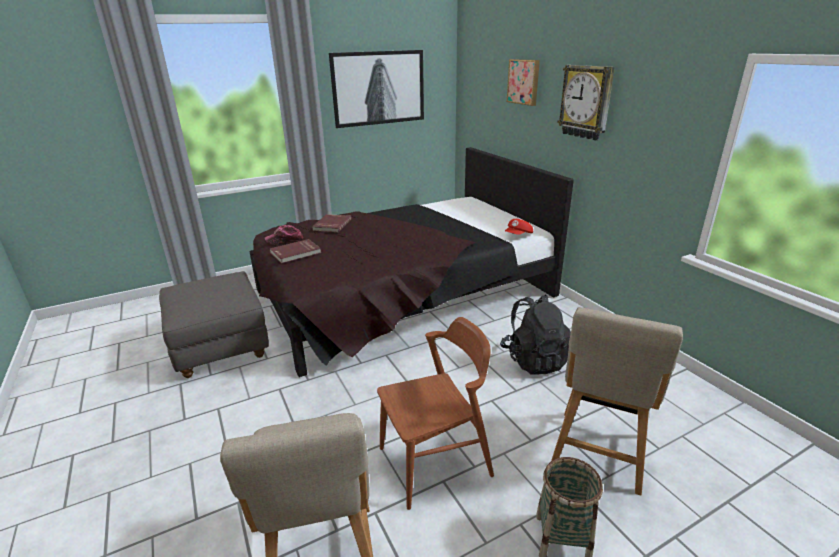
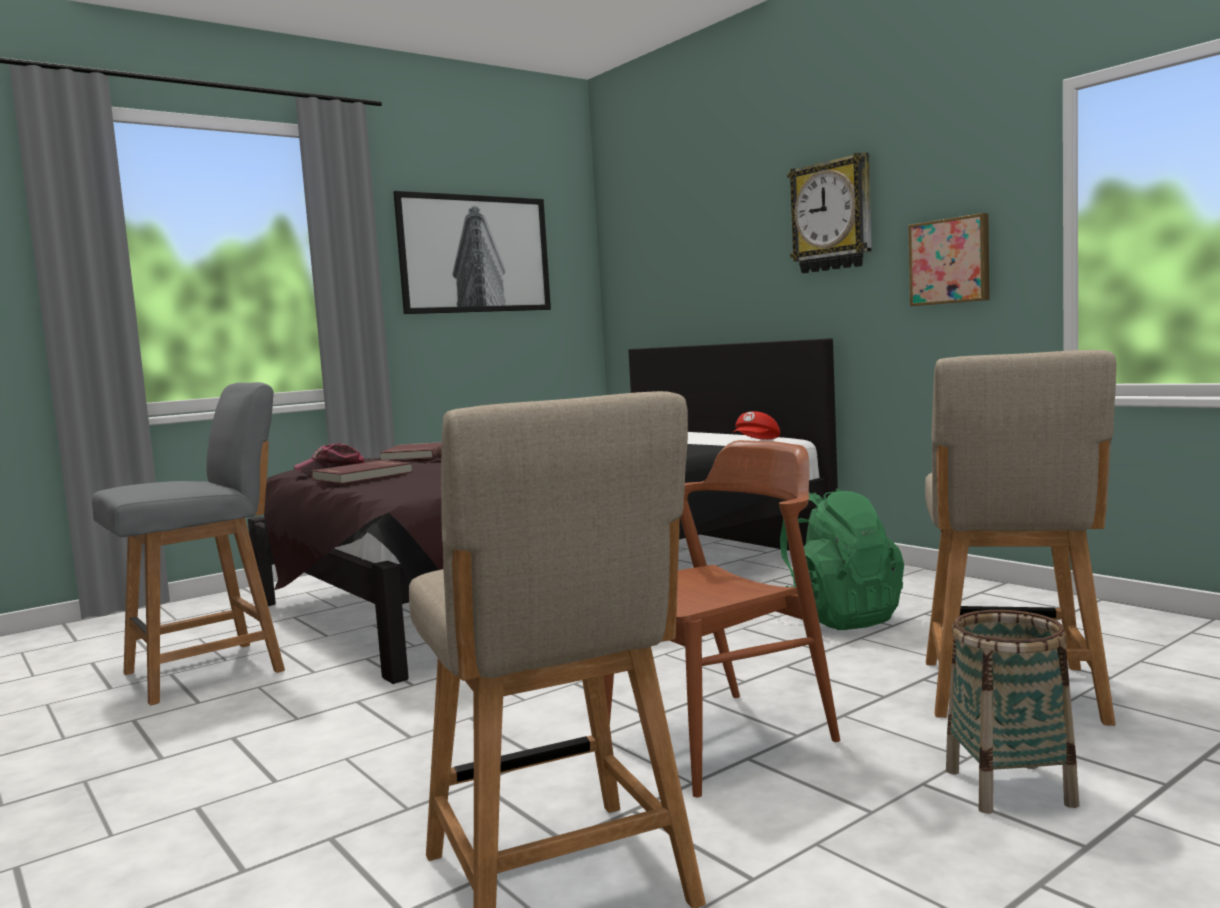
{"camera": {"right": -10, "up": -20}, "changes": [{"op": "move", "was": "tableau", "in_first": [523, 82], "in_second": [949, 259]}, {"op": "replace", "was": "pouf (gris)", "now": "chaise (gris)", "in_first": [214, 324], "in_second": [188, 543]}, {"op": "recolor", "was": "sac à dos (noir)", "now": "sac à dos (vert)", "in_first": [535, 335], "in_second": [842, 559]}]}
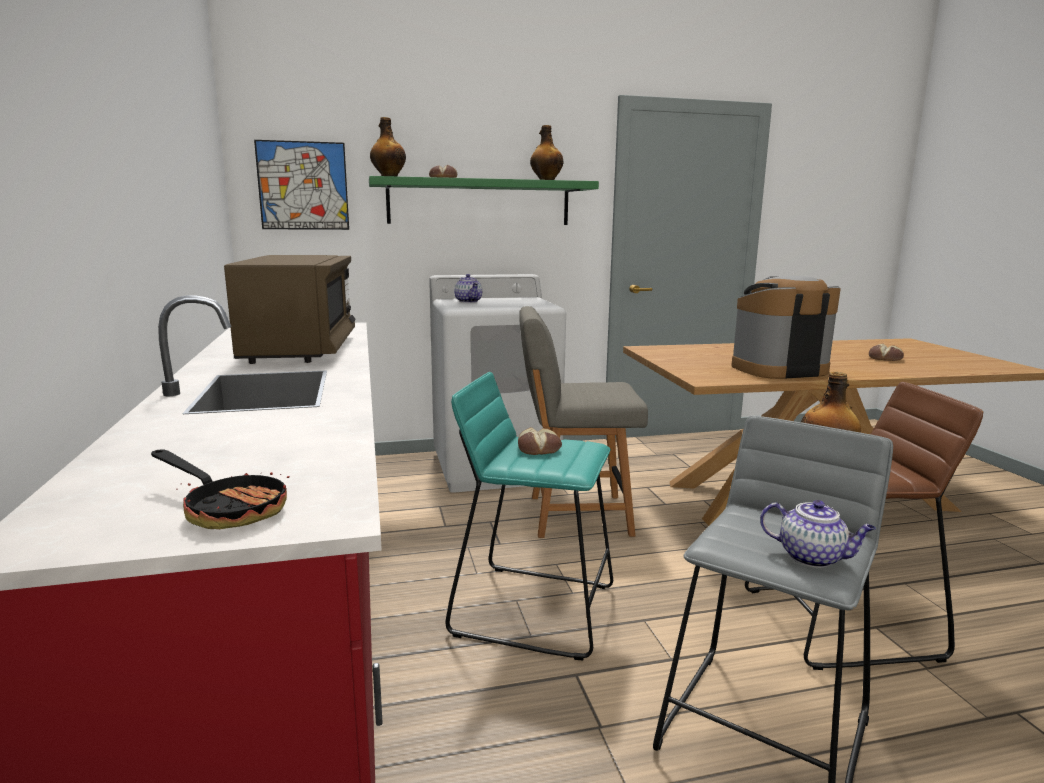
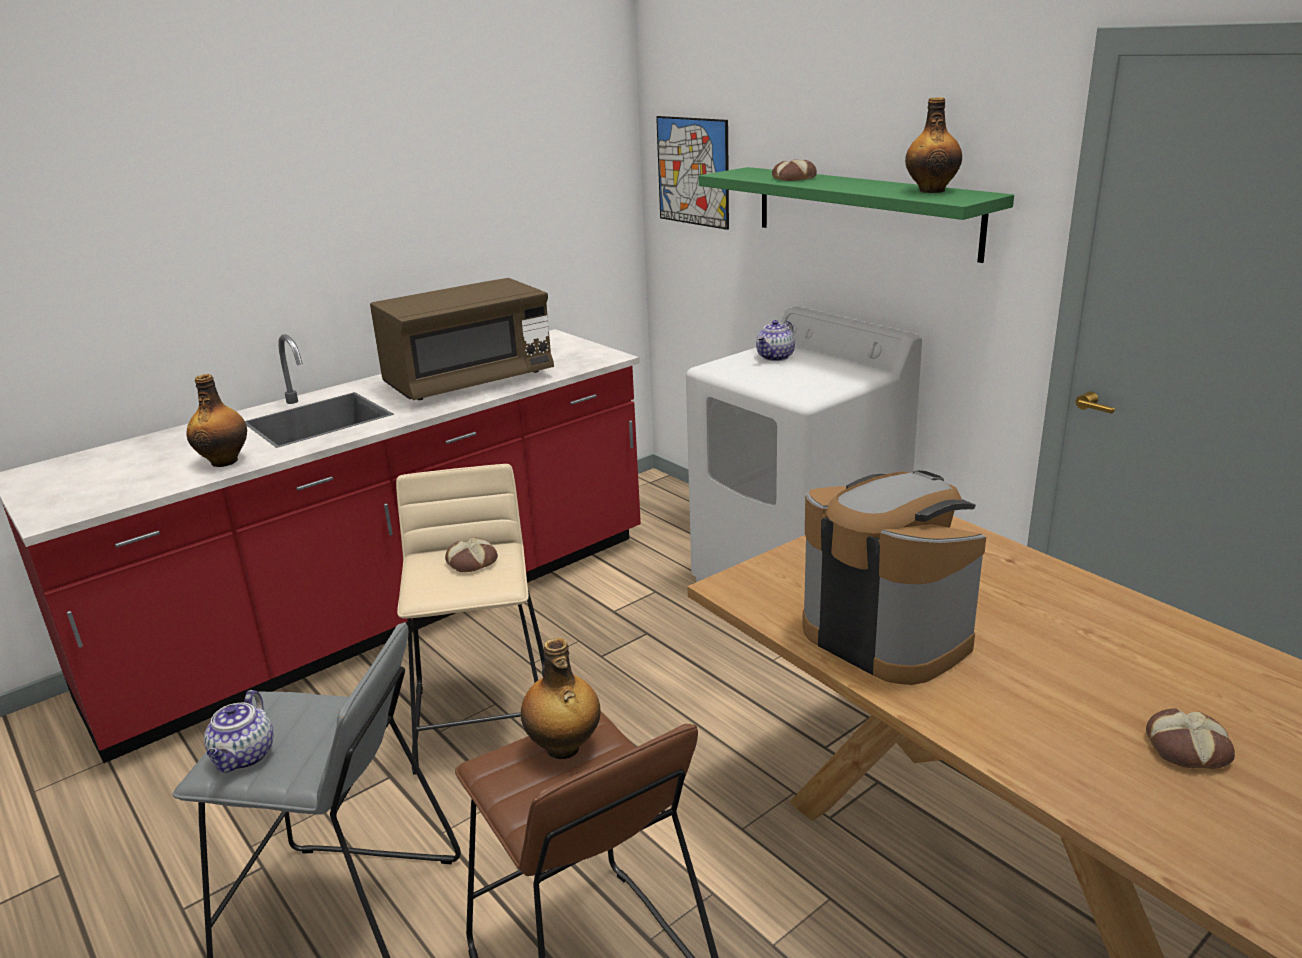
{"camera": {"right": 65, "up": 10}, "changes": [{"op": "move", "was": "bouteille", "in_first": [388, 146], "in_second": [216, 420]}, {"op": "delete", "was": "chaise (gris)", "in_first": [583, 422]}, {"op": "recolor", "was": "tabouret (turquoise)", "now": "tabouret (beige)", "in_first": [529, 516], "in_second": [470, 619]}, {"op": "delete", "was": "poêle", "in_first": [220, 489]}]}
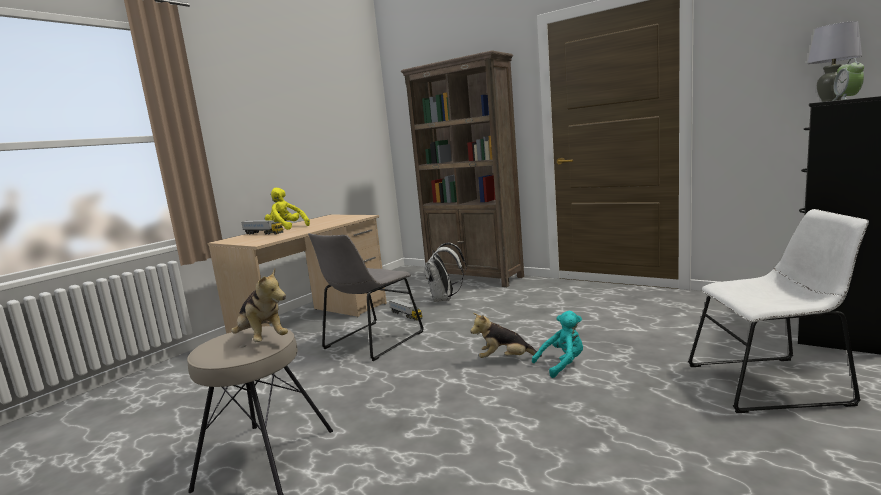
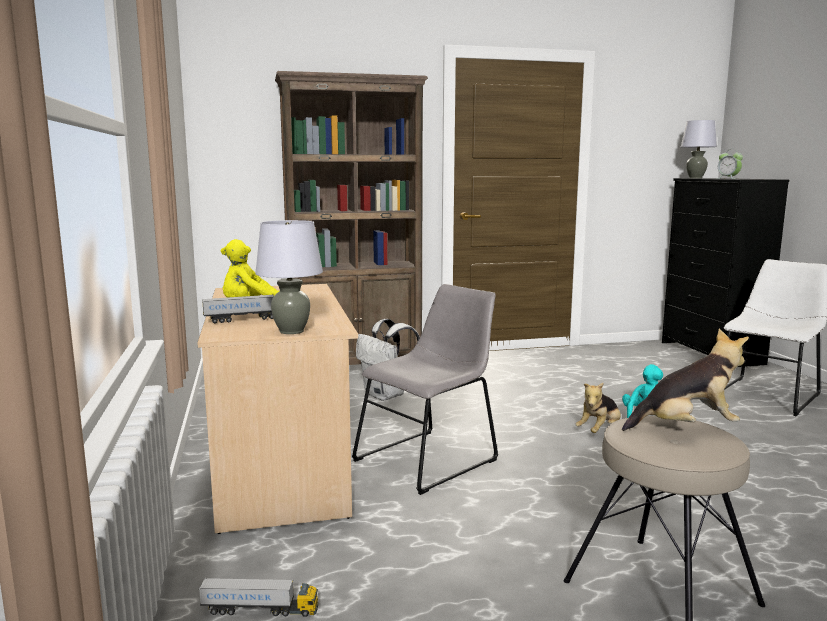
{"camera": {"right": -50, "up": 0}, "changes": [{"op": "rotate", "was": "chaise (gris)", "in_first": [366, 297], "in_second": [425, 389], "clockwise": -120}, {"op": "move", "was": "camion jouet", "in_first": [405, 310], "in_second": [258, 597]}, {"op": "insert", "now": "lampe de table (gris)", "in_second": [289, 277]}]}
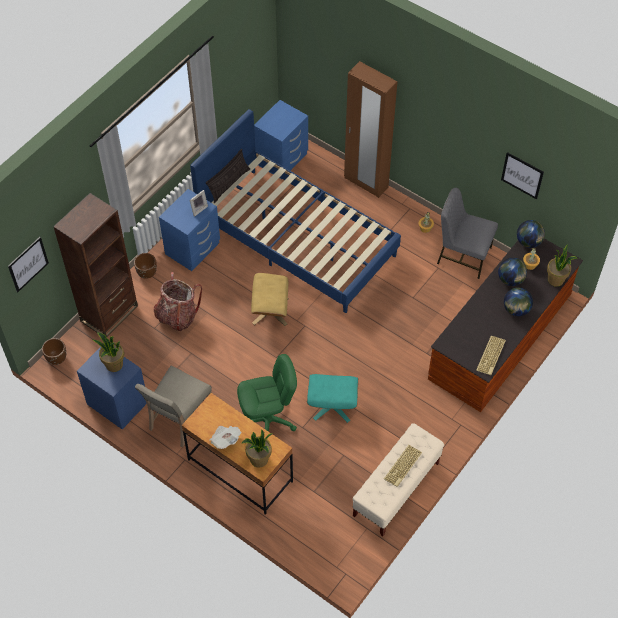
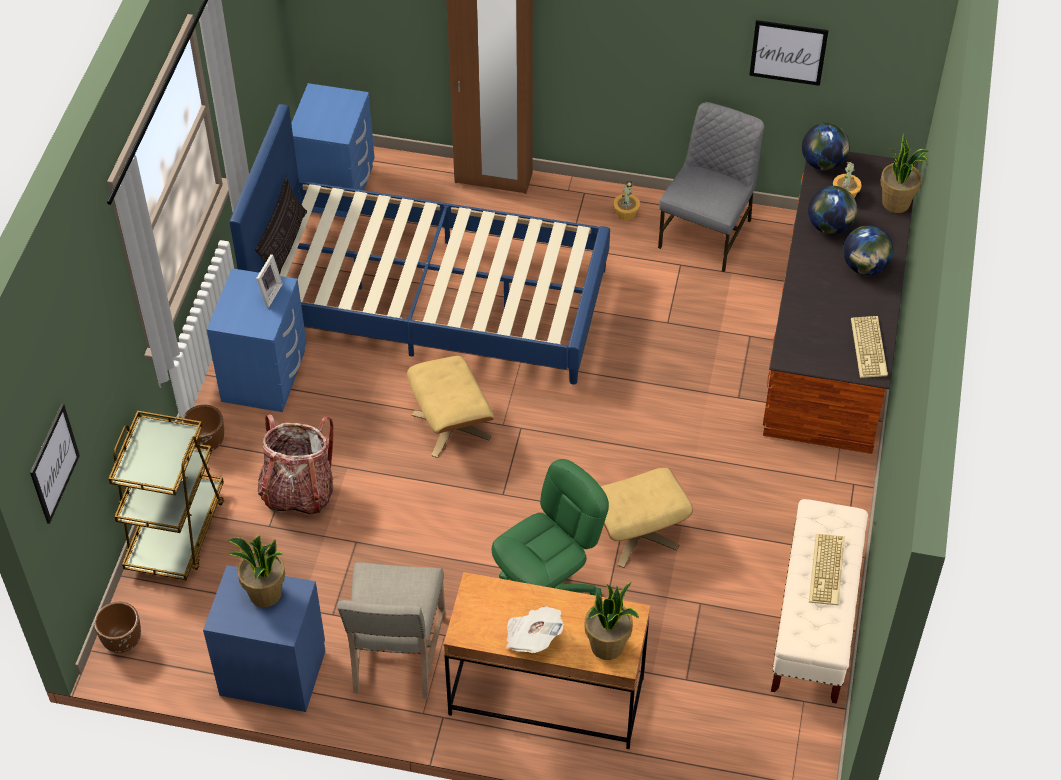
{"camera": {"right": -25, "up": -5}, "changes": [{"op": "rotate", "was": "chaise (gris)", "in_first": [467, 233], "in_second": [711, 187], "clockwise": 120}, {"op": "replace", "was": "bibliothèque (marron)", "now": "chariot (marron)", "in_first": [95, 265], "in_second": [166, 495]}, {"op": "recolor", "was": "pouf (turquoise)", "now": "pouf (beige)", "in_first": [333, 398], "in_second": [646, 518]}]}
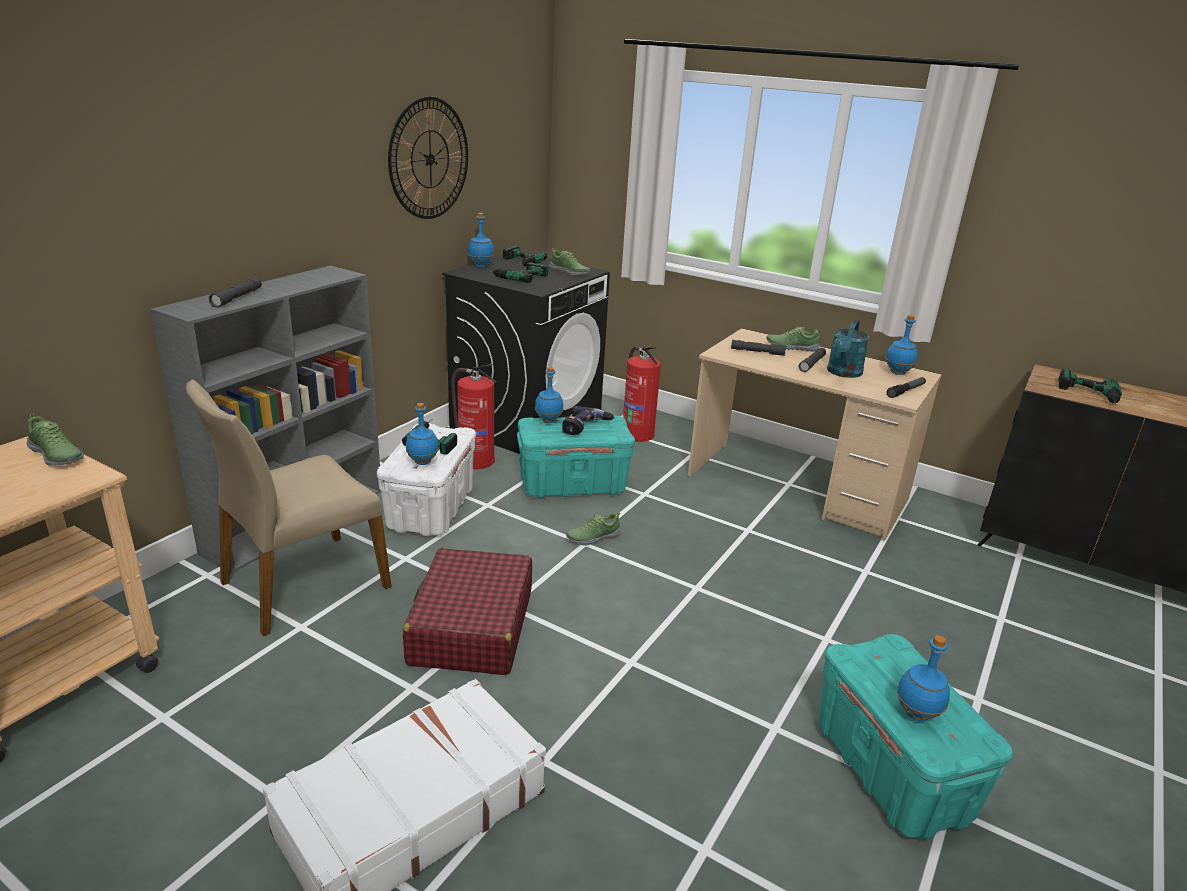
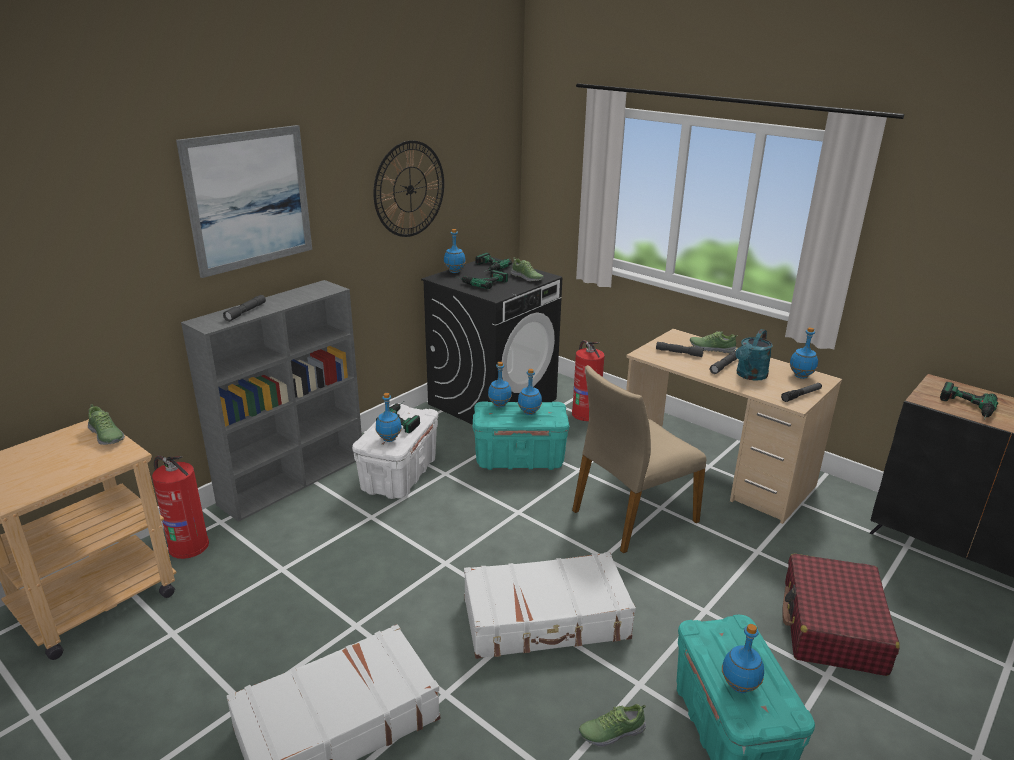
{"camera": {"right": 10, "up": 0}, "changes": [{"op": "move", "was": "extincteur", "in_first": [474, 416], "in_second": [180, 507]}, {"op": "move", "was": "chaise (beige)", "in_first": [288, 508], "in_second": [639, 459]}, {"op": "replace", "was": "perceuse", "now": "bouteille (bleu)", "in_first": [588, 420], "in_second": [530, 392]}, {"op": "move", "was": "chaussure", "in_first": [593, 529], "in_second": [612, 725]}, {"op": "move", "was": "valise (rouge)", "in_first": [467, 611], "in_second": [841, 615]}, {"op": "insert", "now": "tableau", "in_second": [244, 201]}, {"op": "insert", "now": "valise (blanc)", "in_second": [550, 605]}]}
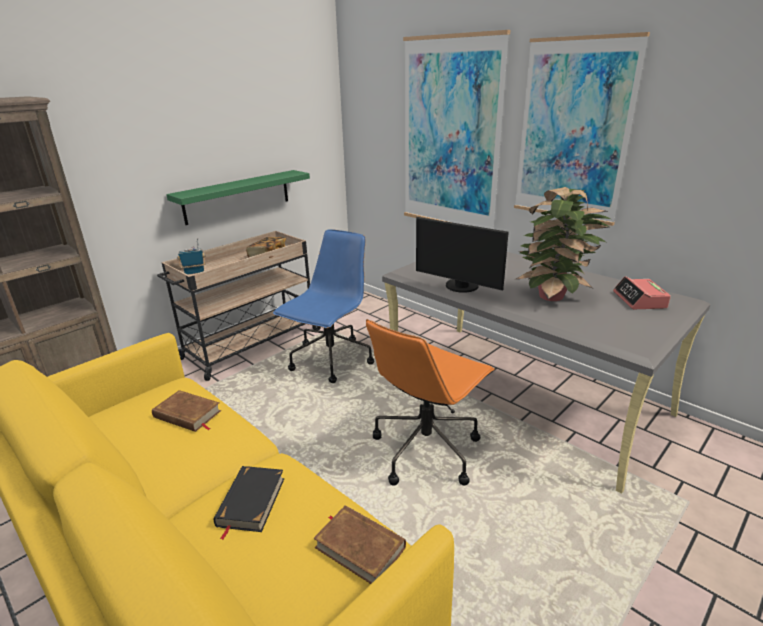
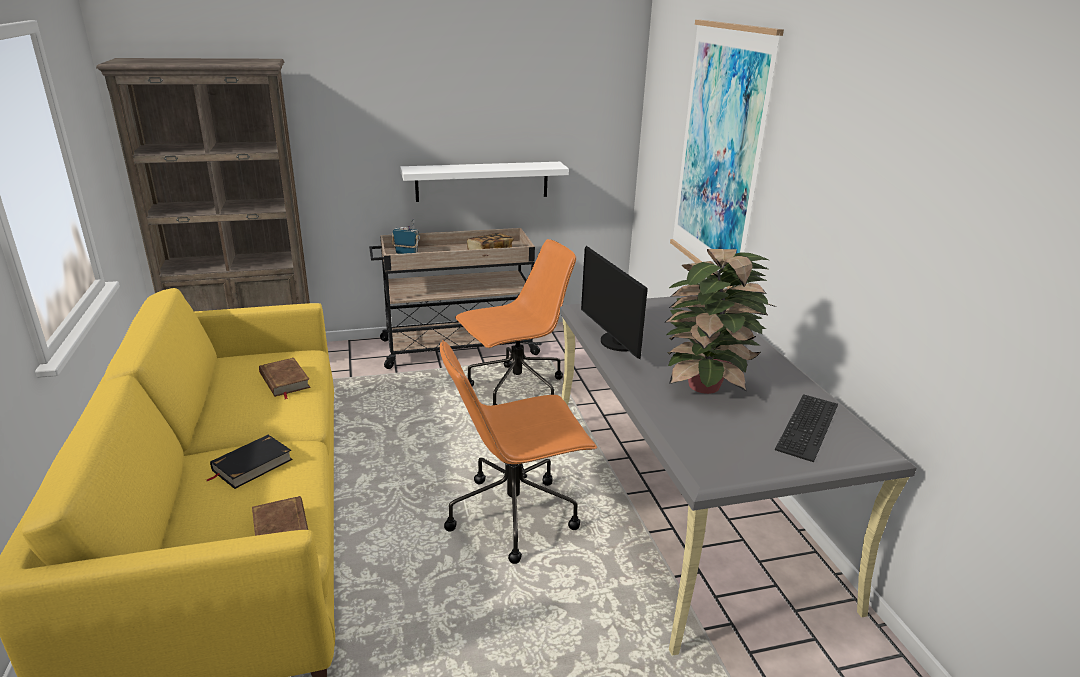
{"camera": {"right": 30, "up": 0}, "changes": [{"op": "delete", "was": "tableau", "in_first": [582, 129]}, {"op": "recolor", "was": "étagère (vert)", "now": "étagère (blanc)", "in_first": [238, 197], "in_second": [484, 182]}, {"op": "recolor", "was": "chaise de bureau (bleu)", "now": "chaise de bureau (orange)", "in_first": [323, 306], "in_second": [515, 322]}, {"op": "replace", "was": "réveil", "now": "clavier", "in_first": [642, 292], "in_second": [806, 428]}]}
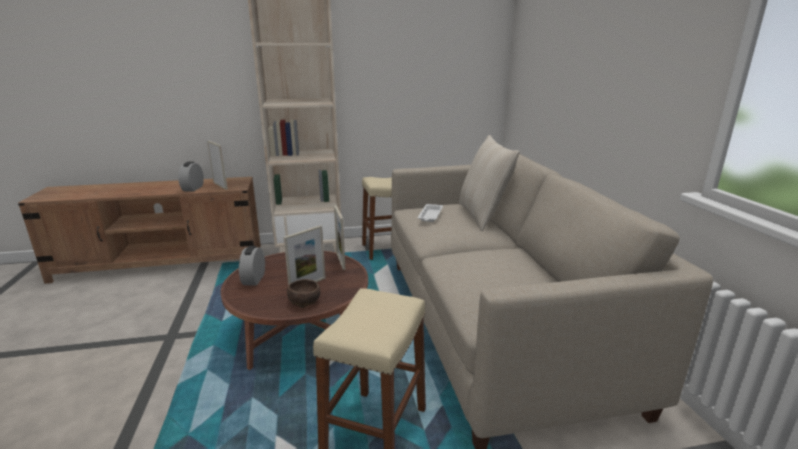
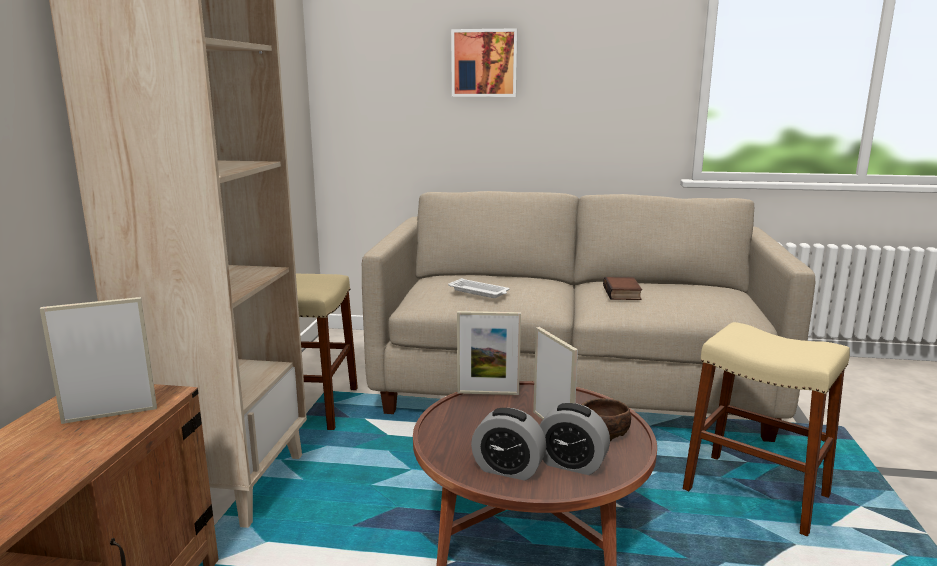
{"camera": {"right": -70, "up": -5}, "changes": [{"op": "delete", "was": "coussin (beige)", "in_first": [489, 183]}, {"op": "move", "was": "réveil", "in_first": [191, 177], "in_second": [575, 439]}, {"op": "insert", "now": "tableau", "in_second": [484, 62]}, {"op": "insert", "now": "livre", "in_second": [622, 288]}]}
